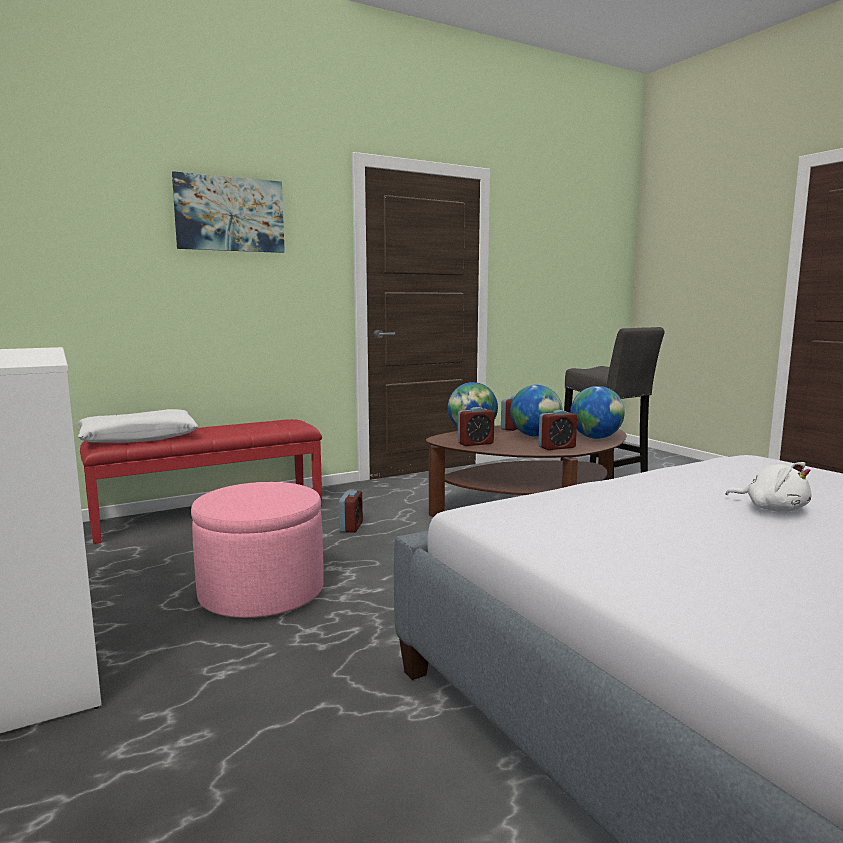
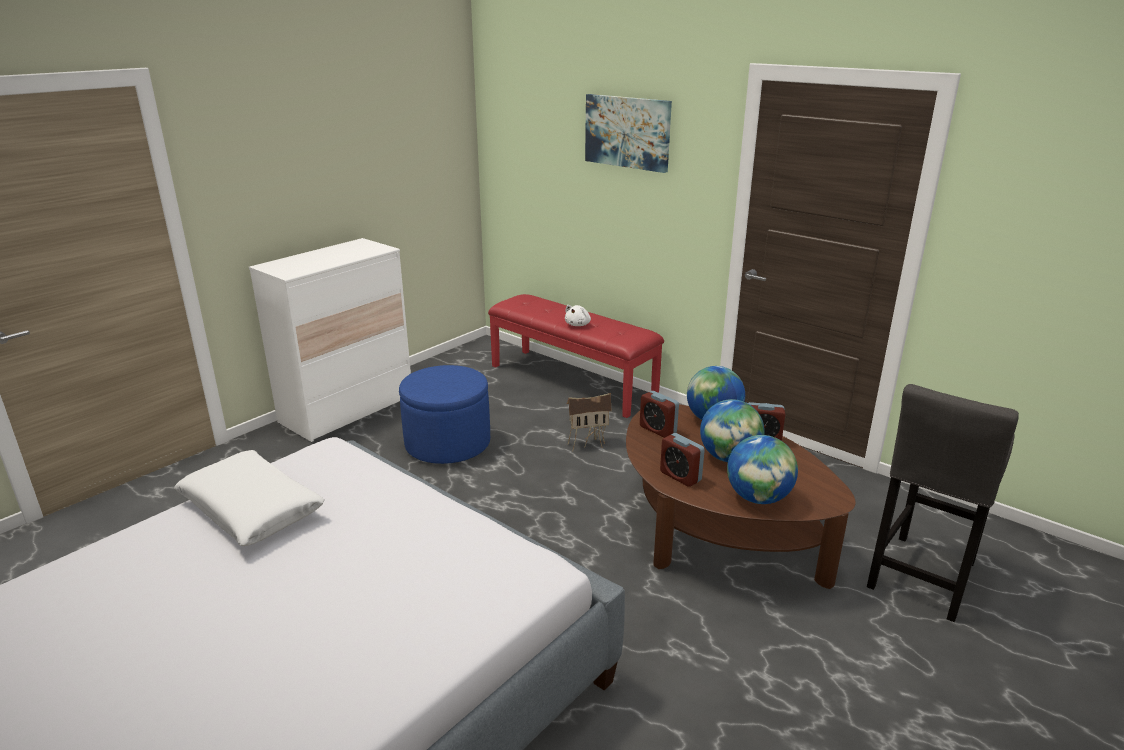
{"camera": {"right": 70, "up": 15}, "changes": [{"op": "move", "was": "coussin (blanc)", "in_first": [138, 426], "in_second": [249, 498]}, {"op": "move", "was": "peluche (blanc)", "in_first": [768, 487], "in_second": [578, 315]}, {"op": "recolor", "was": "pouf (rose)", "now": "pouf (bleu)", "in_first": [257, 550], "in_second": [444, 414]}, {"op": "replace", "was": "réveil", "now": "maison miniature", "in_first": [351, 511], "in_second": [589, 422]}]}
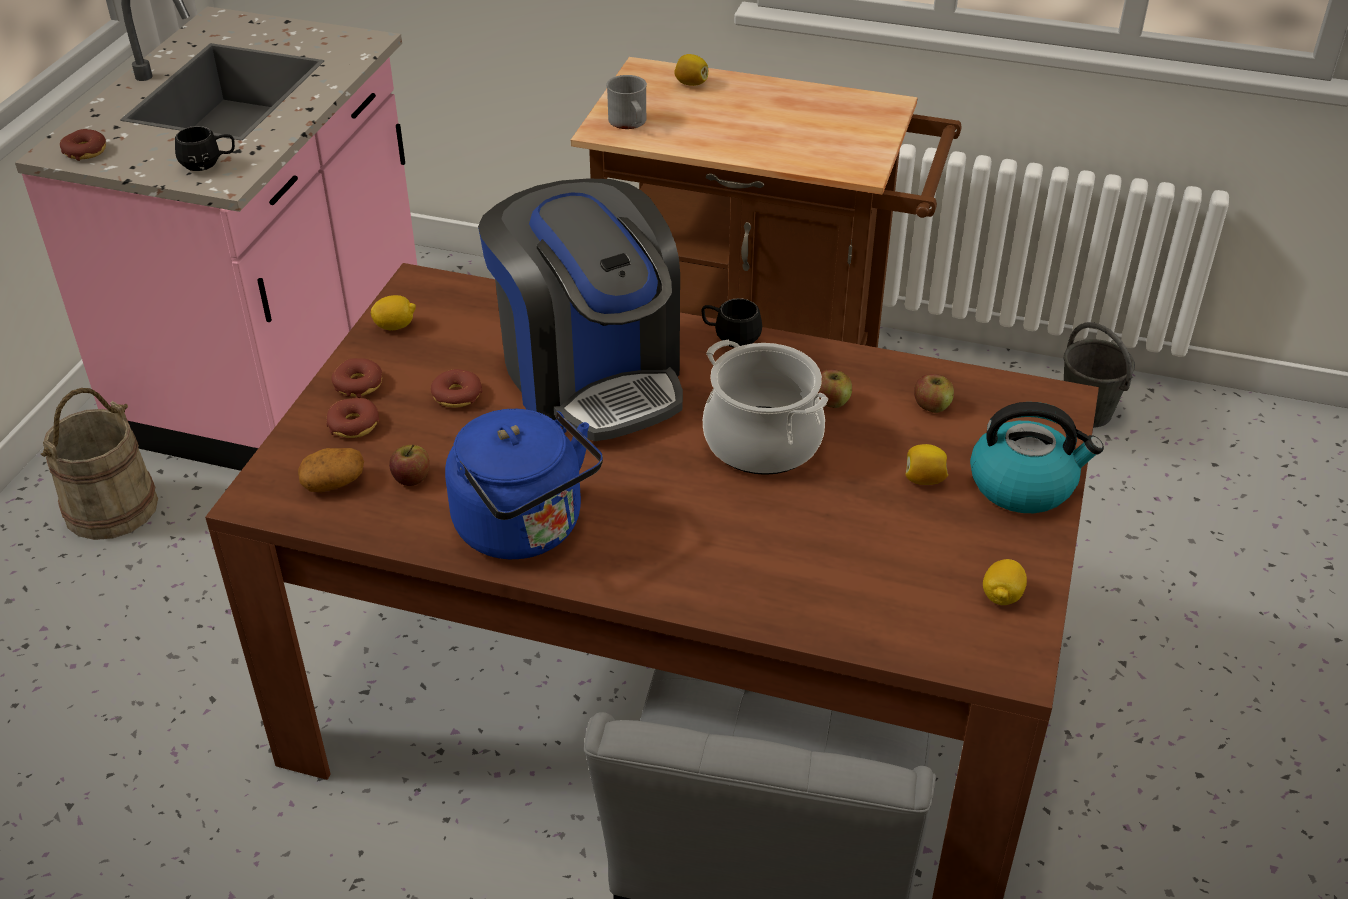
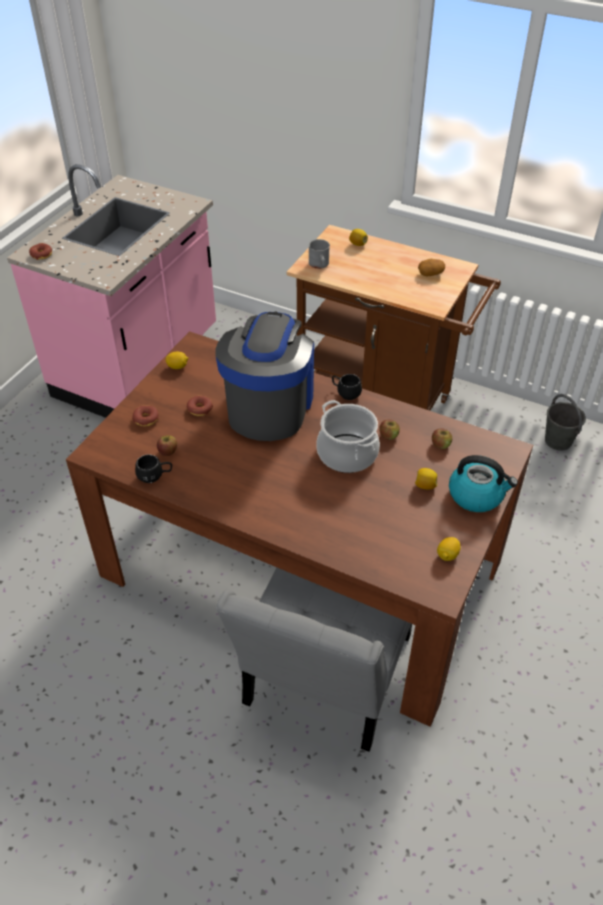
{"camera": {"right": 10, "up": 5}, "changes": [{"op": "move", "was": "mug (noir)", "in_first": [205, 148], "in_second": [153, 468]}, {"op": "rotate", "was": "machine à café", "in_first": [580, 310], "in_second": [265, 376], "clockwise": -150}, {"op": "delete", "was": "beignet", "in_first": [356, 378]}, {"op": "delete", "was": "seau (beige)", "in_first": [99, 464]}, {"op": "delete", "was": "bouilloire (bleu)", "in_first": [524, 484]}, {"op": "move", "was": "pomme de terre", "in_first": [331, 470], "in_second": [431, 267]}]}
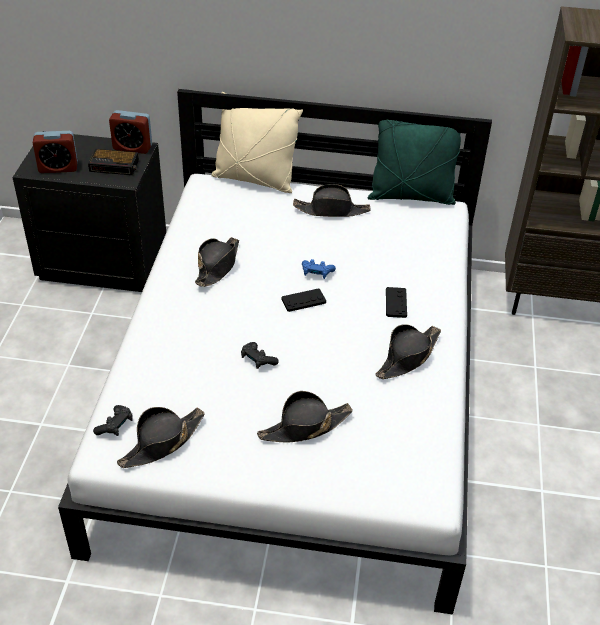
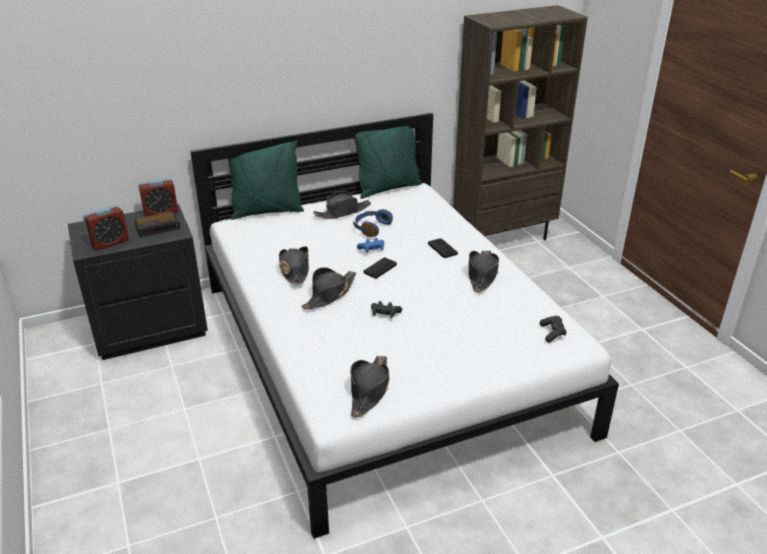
{"camera": {"right": -30, "up": -10}, "changes": [{"op": "recolor", "was": "coussin (beige)", "now": "coussin (vert)", "in_first": [257, 142], "in_second": [266, 180]}, {"op": "move", "was": "chapeau (noir)", "in_first": [305, 417], "in_second": [329, 288]}, {"op": "move", "was": "manette (noir)", "in_first": [113, 420], "in_second": [553, 329]}, {"op": "insert", "now": "casque audio (bleu)", "in_second": [373, 223]}]}
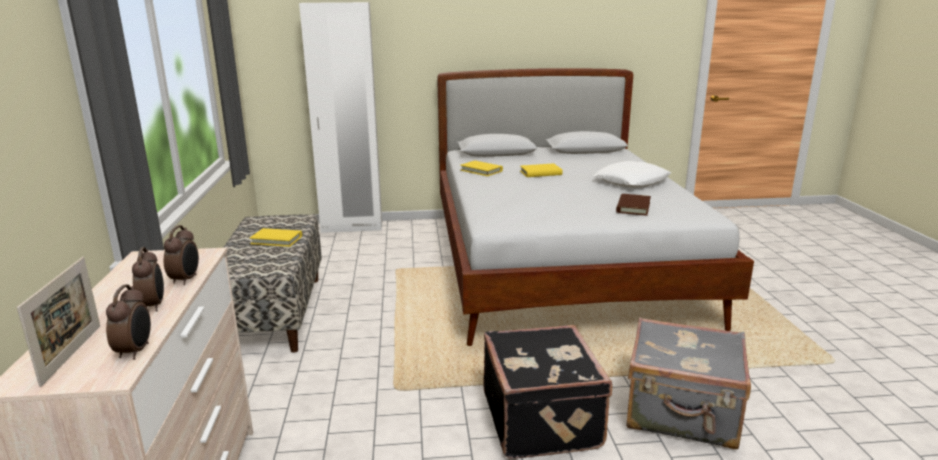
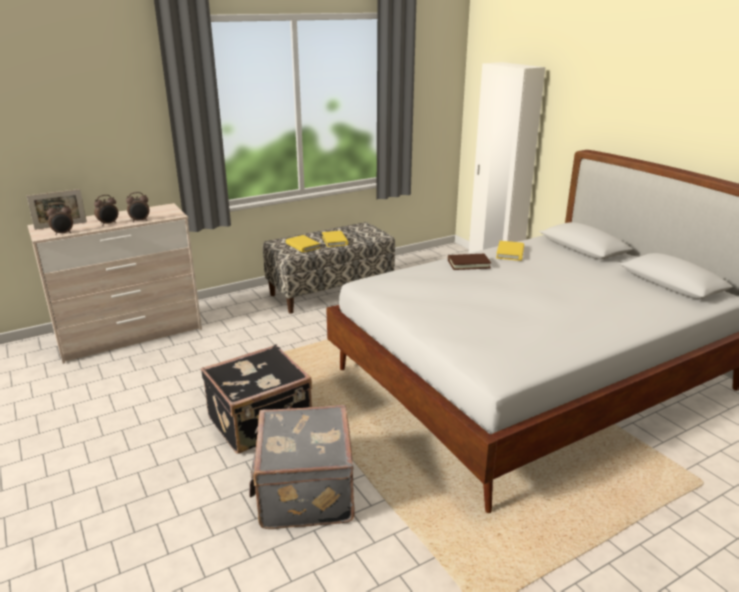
{"camera": {"right": 65, "up": 5}, "changes": [{"op": "delete", "was": "coussin (blanc)", "in_first": [632, 174]}, {"op": "move", "was": "livre (jaune)", "in_first": [541, 170], "in_second": [303, 243]}, {"op": "move", "was": "livre (marron)", "in_first": [633, 205], "in_second": [469, 262]}]}
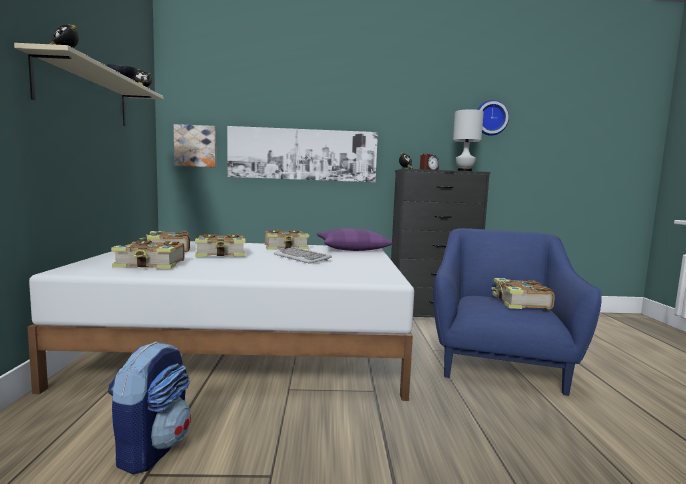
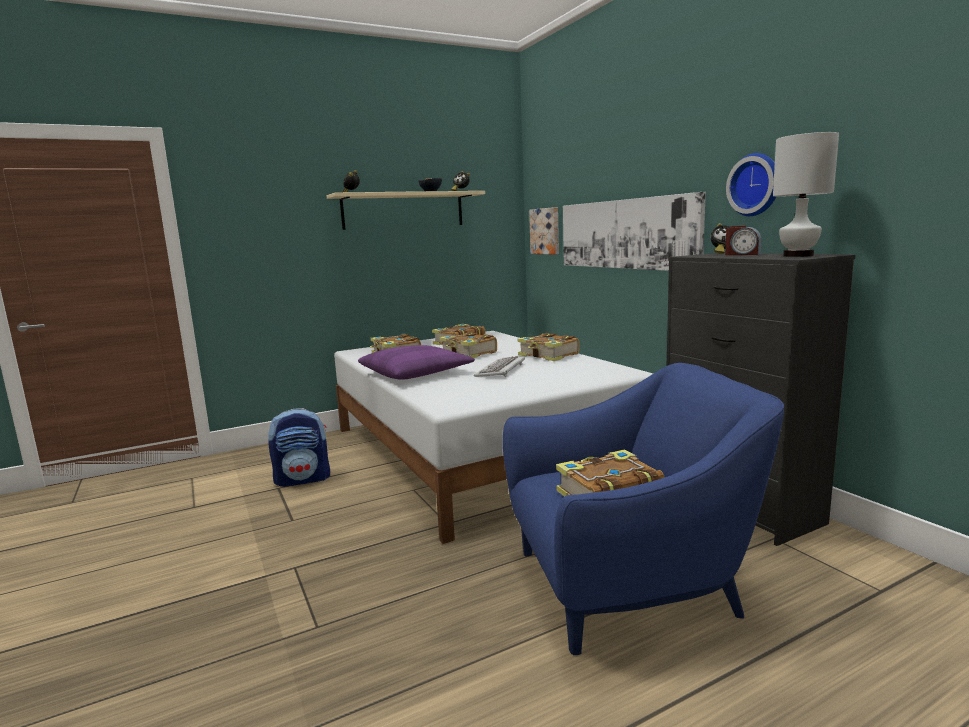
{"camera": {"right": 65, "up": 5}, "changes": [{"op": "move", "was": "horloge murale", "in_first": [493, 118], "in_second": [751, 184]}, {"op": "move", "was": "coussin (violet)", "in_first": [355, 239], "in_second": [416, 362]}]}
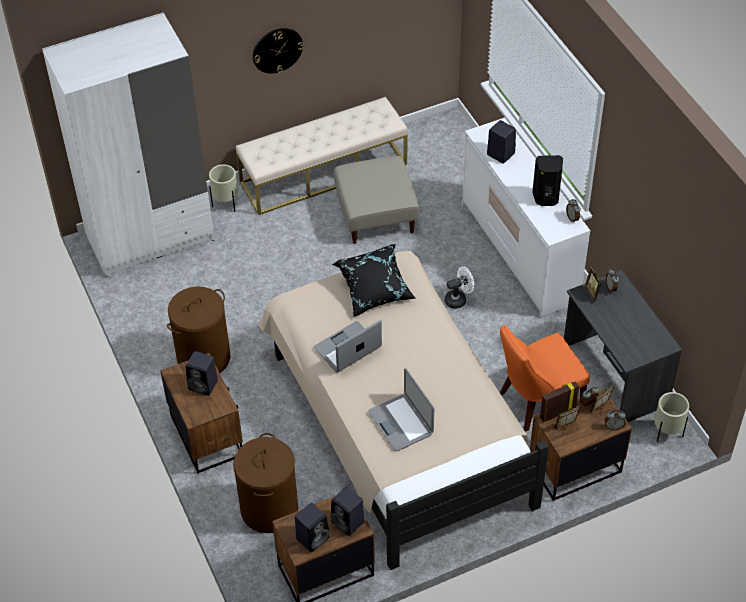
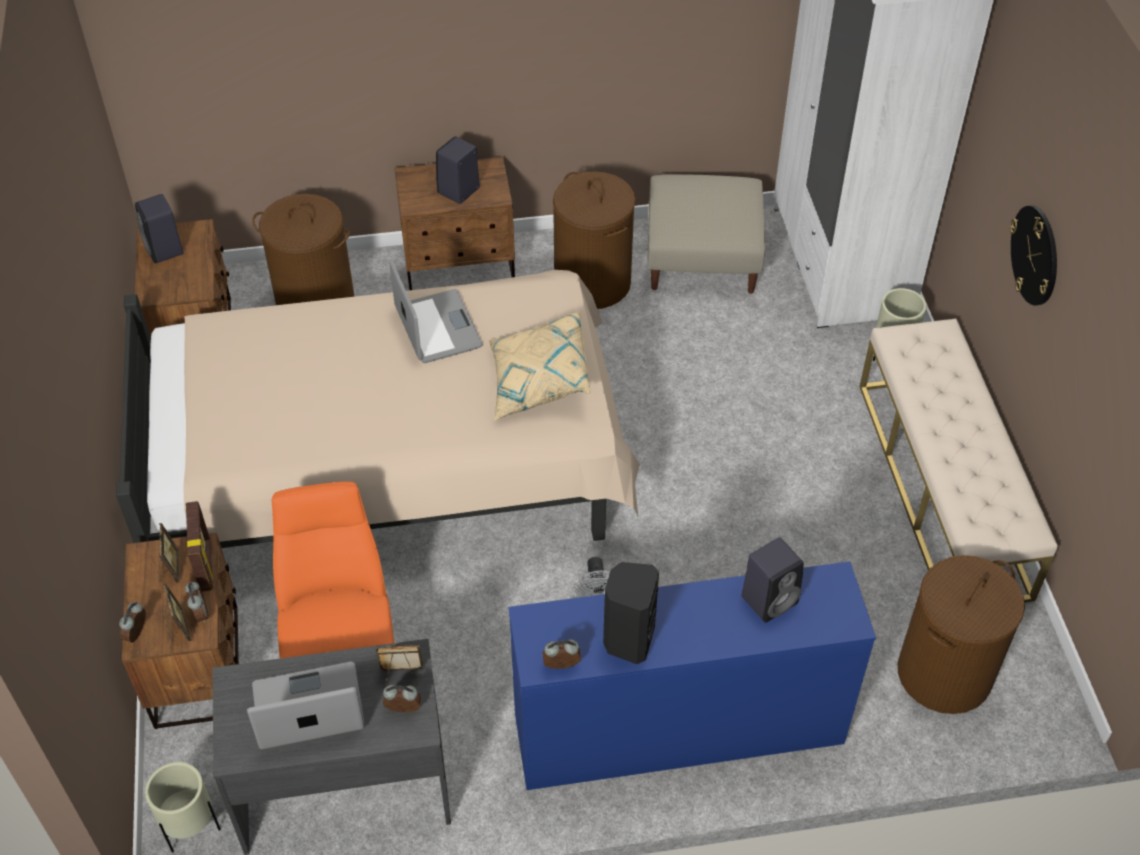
{"camera": {"right": 105, "up": 0}, "changes": [{"op": "recolor", "was": "commode (blanc)", "now": "commode (bleu)", "in_first": [526, 217], "in_second": [692, 675]}, {"op": "move", "was": "pouf (beige)", "in_first": [376, 200], "in_second": [706, 234]}, {"op": "recolor", "was": "coussin (noir)", "now": "coussin (beige)", "in_first": [374, 280], "in_second": [539, 366]}, {"op": "move", "was": "ordinateur portable", "in_first": [401, 409], "in_second": [306, 705]}, {"op": "delete", "was": "enceinte (noir)", "in_first": [347, 511]}, {"op": "insert", "now": "panier à linge (marron)", "in_second": [961, 634]}]}
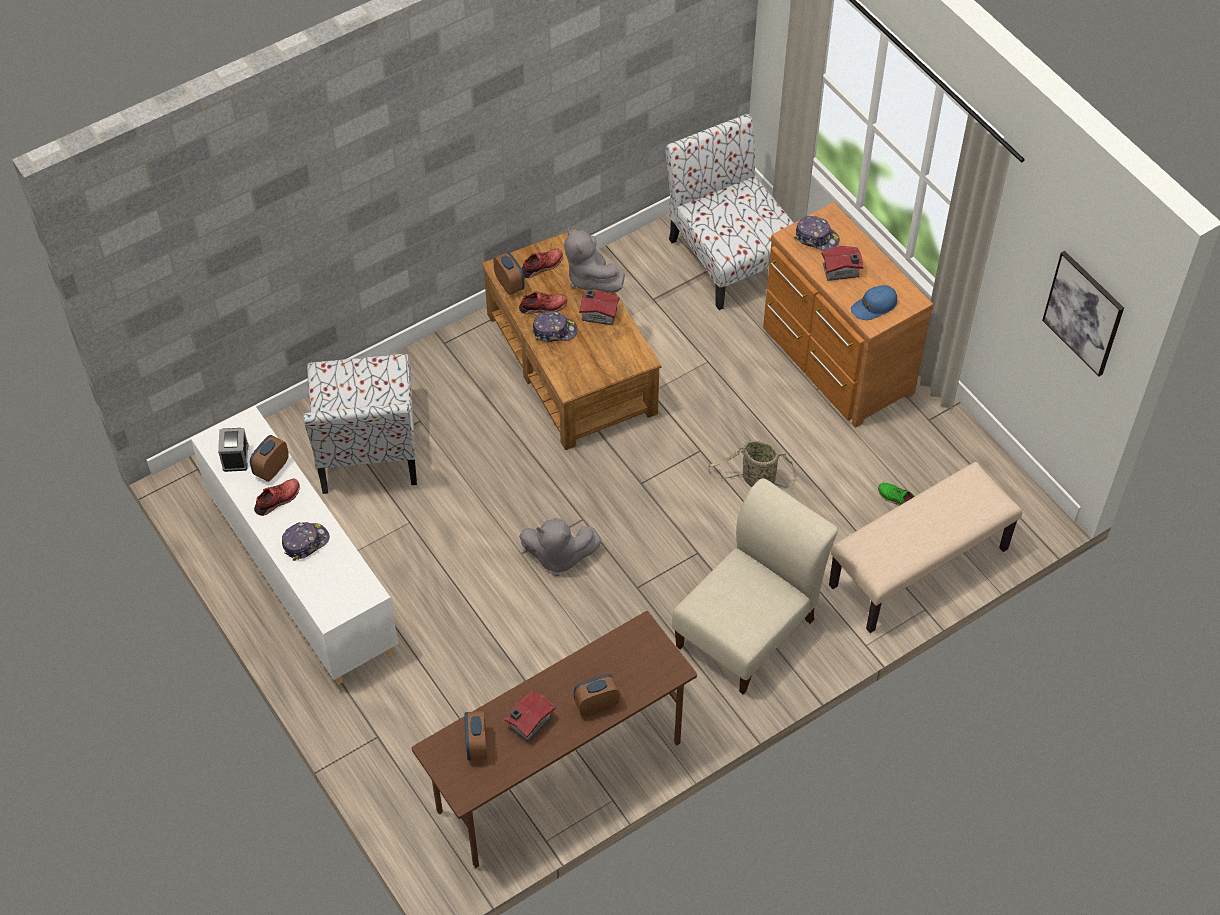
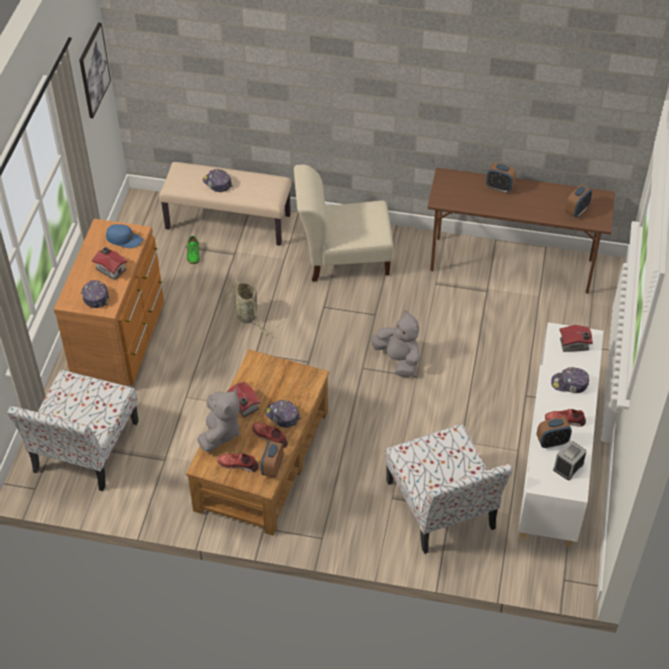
{"camera": {"right": -135, "up": -5}, "changes": [{"op": "rotate", "was": "chaise", "in_first": [360, 424], "in_second": [448, 489], "clockwise": 120}, {"op": "move", "was": "maison miniature", "in_first": [529, 716], "in_second": [576, 338]}, {"op": "insert", "now": "casquette", "in_second": [217, 180]}]}
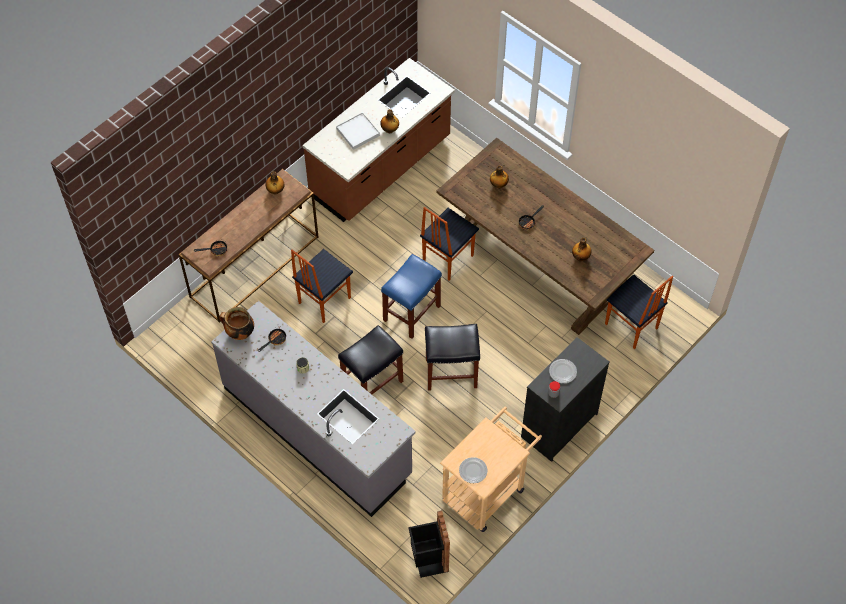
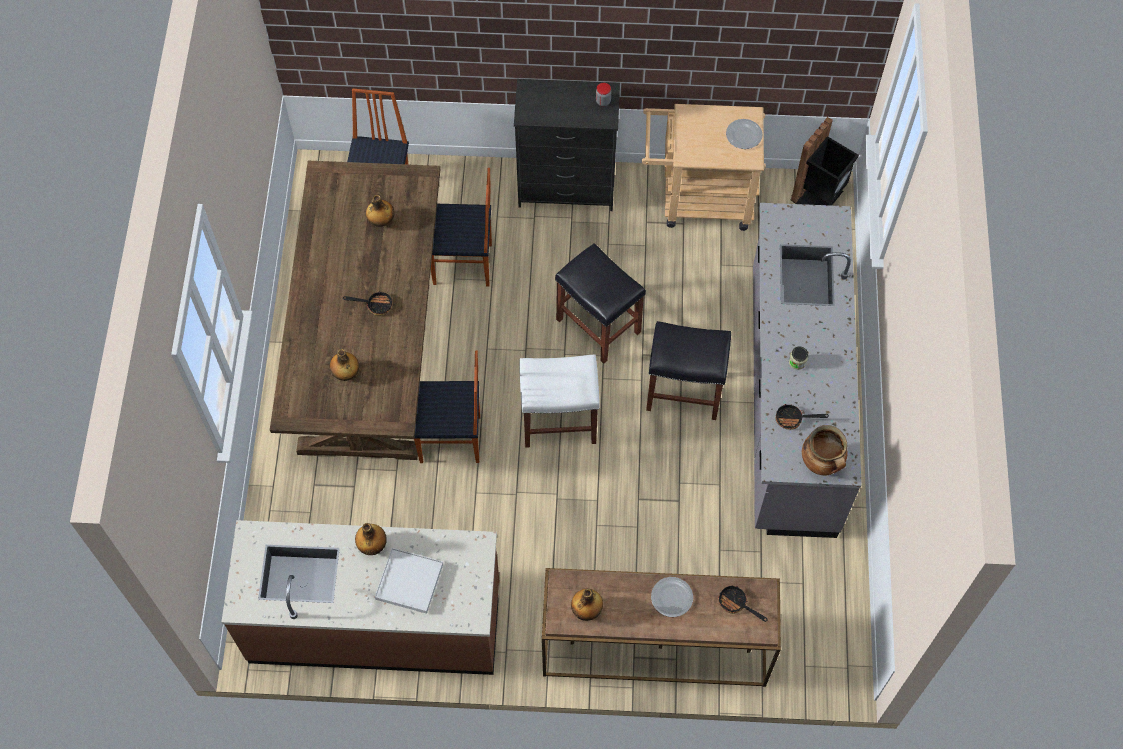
{"camera": {"right": -130, "up": 5}, "changes": [{"op": "move", "was": "chaise", "in_first": [322, 286], "in_second": [461, 227]}, {"op": "recolor", "was": "tabouret (bleu)", "now": "tabouret (blanc)", "in_first": [411, 296], "in_second": [559, 401]}, {"op": "move", "was": "assiette", "in_first": [563, 371], "in_second": [672, 597]}]}
